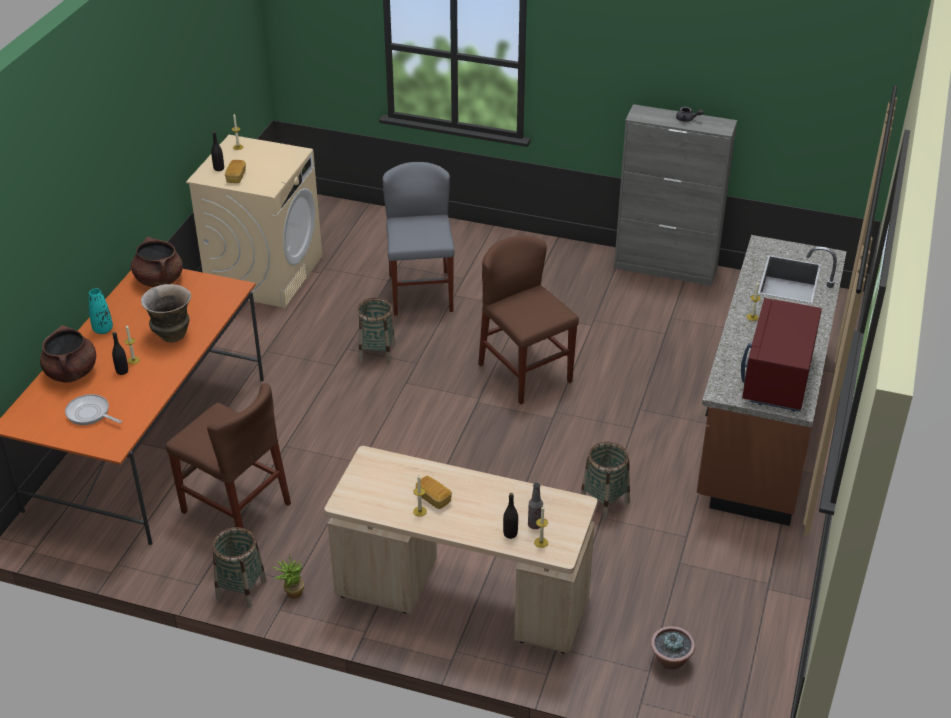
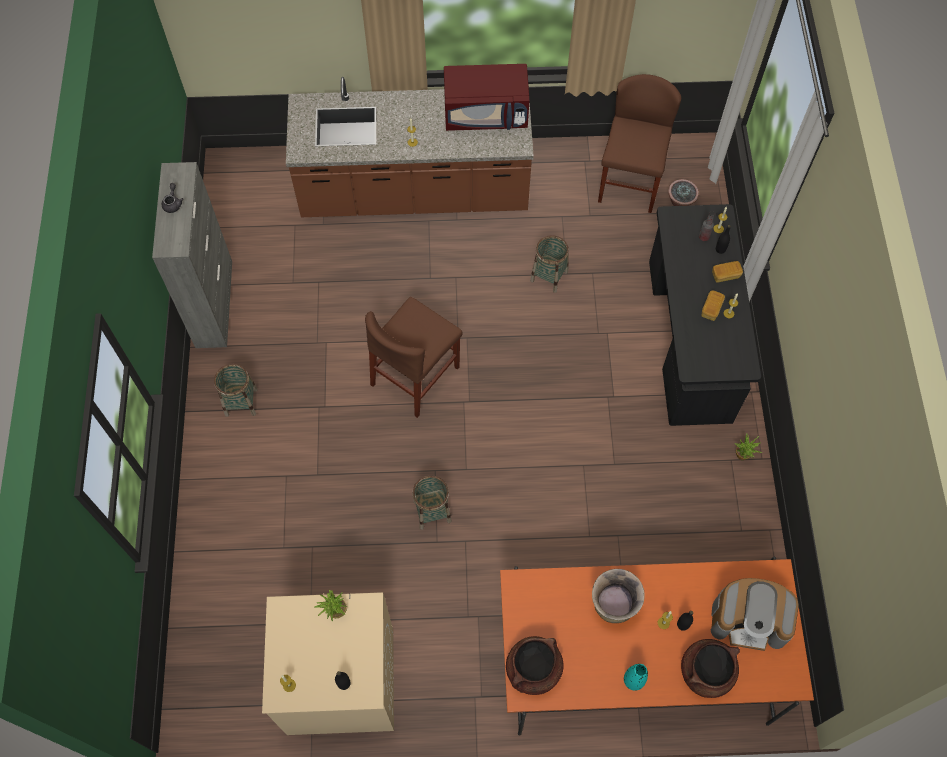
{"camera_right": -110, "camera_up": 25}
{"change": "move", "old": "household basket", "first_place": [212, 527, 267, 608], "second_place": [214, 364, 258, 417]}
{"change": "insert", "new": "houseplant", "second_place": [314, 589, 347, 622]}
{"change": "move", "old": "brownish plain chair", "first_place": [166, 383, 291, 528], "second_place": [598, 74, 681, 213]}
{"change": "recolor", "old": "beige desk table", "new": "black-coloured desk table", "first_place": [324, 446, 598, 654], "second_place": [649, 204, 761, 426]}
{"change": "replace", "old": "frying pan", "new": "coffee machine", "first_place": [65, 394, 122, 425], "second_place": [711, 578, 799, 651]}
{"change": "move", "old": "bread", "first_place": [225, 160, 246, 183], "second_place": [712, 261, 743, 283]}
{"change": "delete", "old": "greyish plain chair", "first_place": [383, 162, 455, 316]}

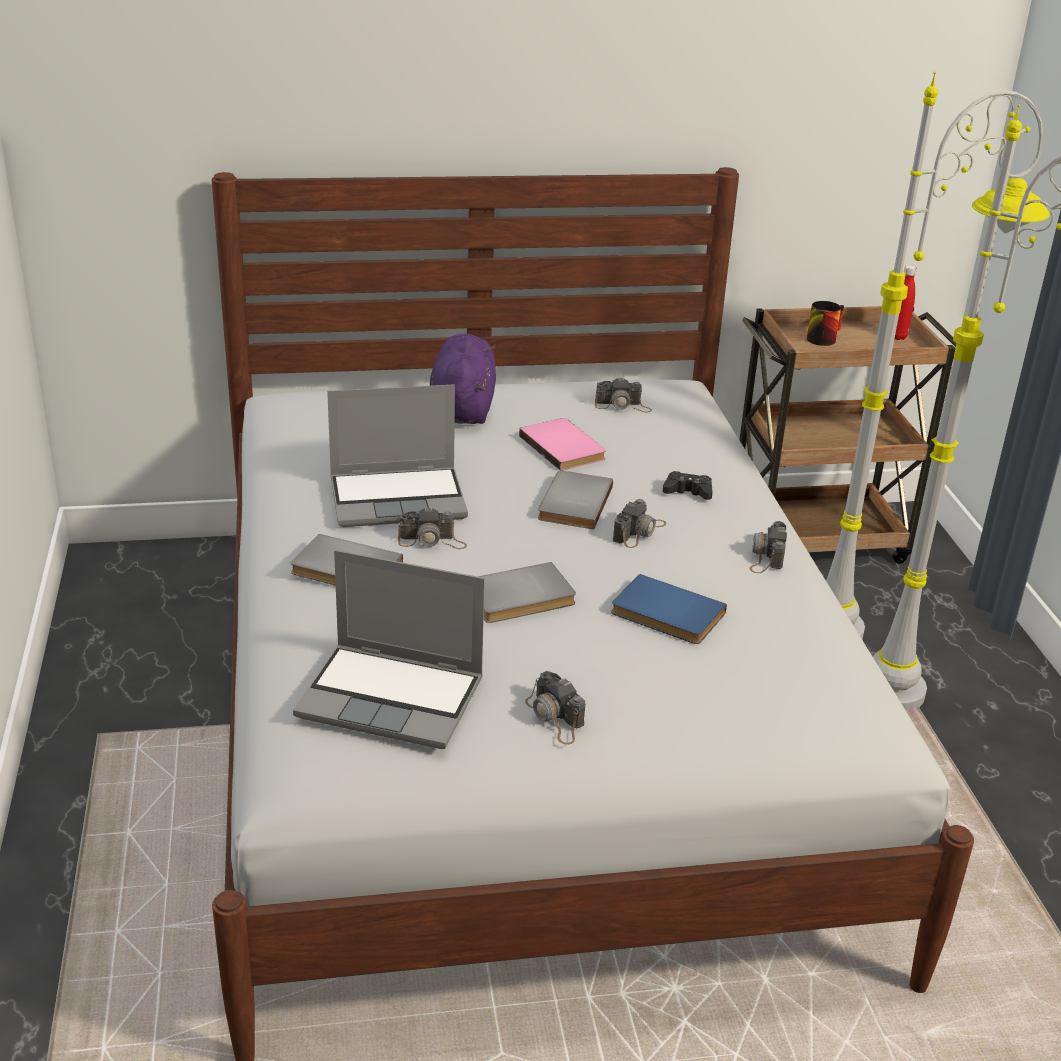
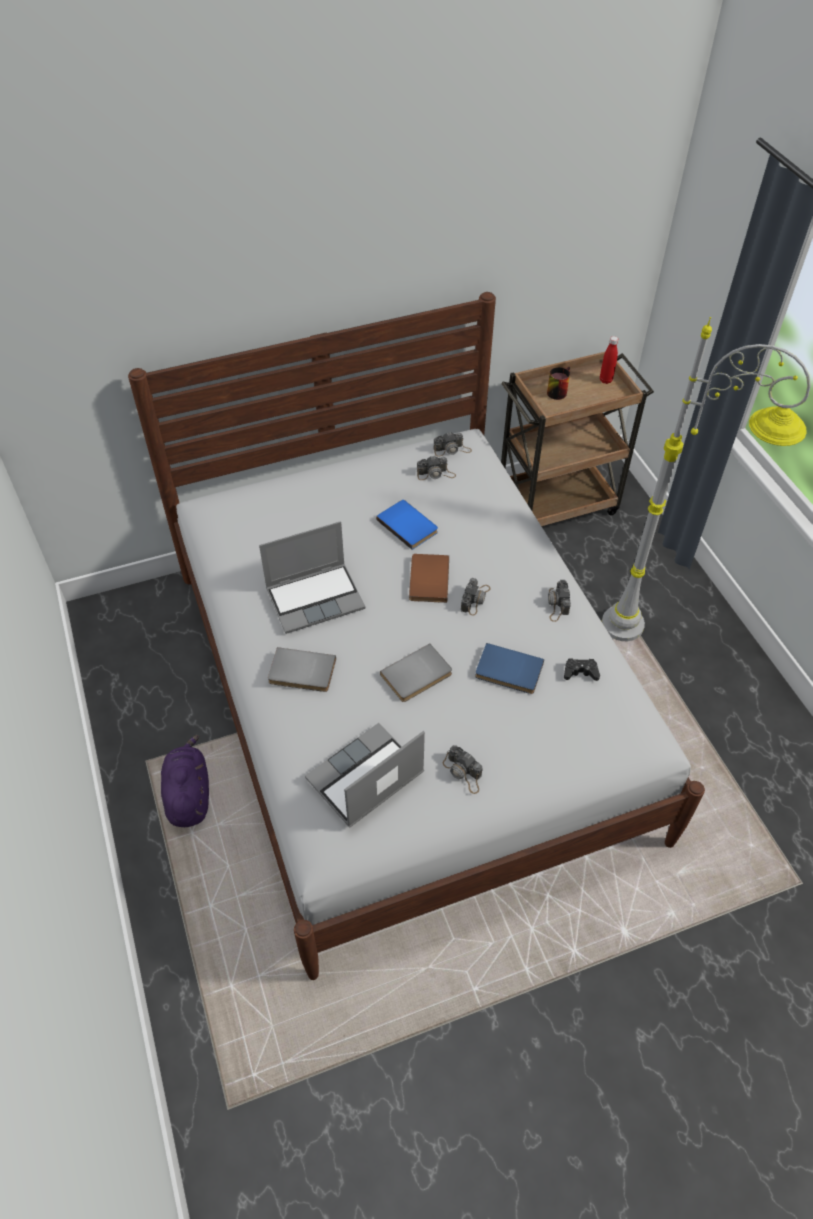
{"camera_right": -10, "camera_up": 20}
{"change": "move", "old": "purple cuddly toy", "first_place": [430, 334, 496, 424], "second_place": [161, 735, 209, 827]}
{"change": "rotate", "old": "portable computer", "first_place": [293, 550, 485, 749], "second_place": [305, 723, 425, 828], "degrees": 135}
{"change": "recolor", "old": "pink-coloured book", "new": "blue-coloured book", "first_place": [519, 418, 606, 471], "second_place": [376, 500, 438, 550]}
{"change": "recolor", "old": "greyish book", "new": "brownish book", "first_place": [538, 470, 613, 529], "second_place": [409, 554, 449, 603]}
{"change": "move", "old": "still camera", "first_place": [398, 507, 467, 549], "second_place": [433, 432, 472, 456]}
{"change": "move", "old": "black-coloured joypad", "first_place": [662, 471, 713, 500], "second_place": [564, 658, 600, 681]}
{"change": "delete", "old": "greyish standing lamp", "first_place": [826, 71, 1050, 639]}

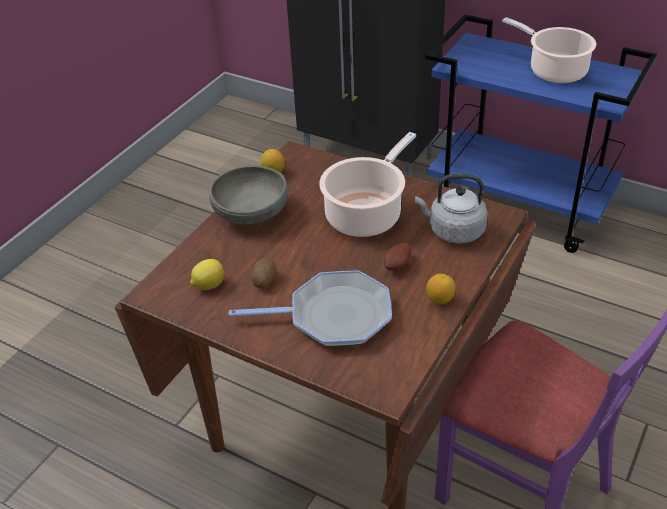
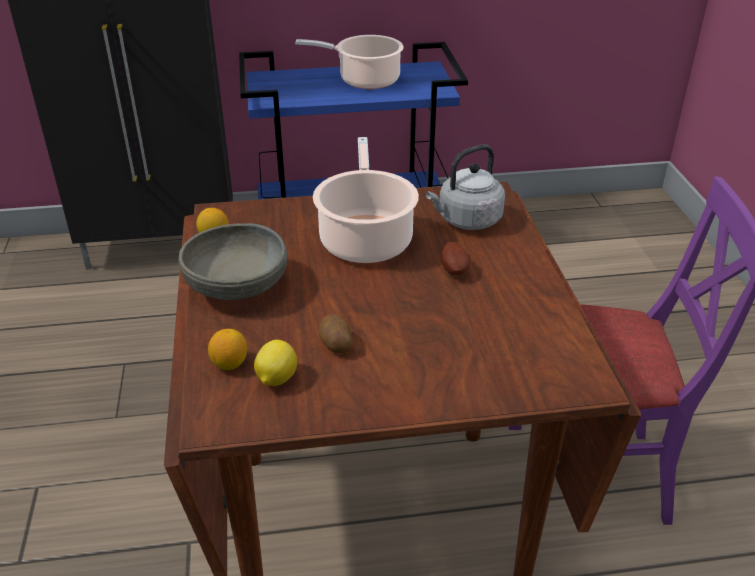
{"camera_right": -40, "camera_up": -5}
{"change": "move", "old": "citrus fruit", "first_place": [426, 274, 456, 304], "second_place": [208, 329, 247, 370]}
{"change": "delete", "old": "frying pan", "first_place": [229, 270, 392, 346]}

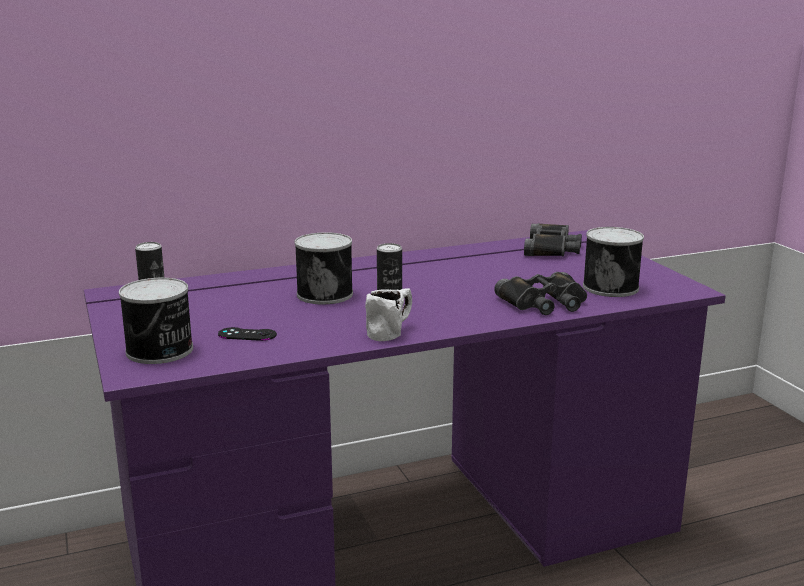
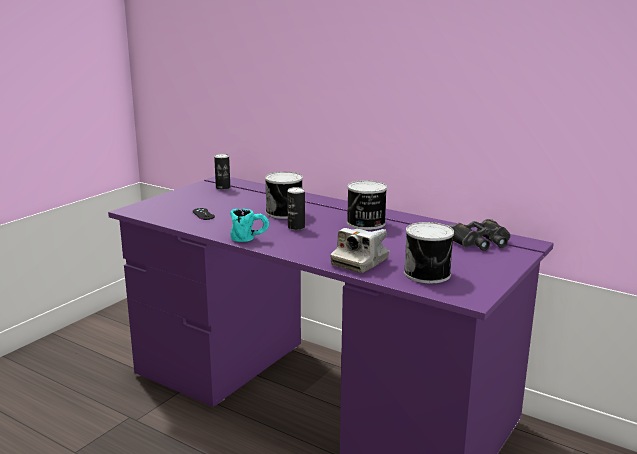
{"camera_right": 55, "camera_up": 0}
{"change": "recolor", "old": "white mug", "new": "turquoise mug", "first_place": [365, 288, 412, 341], "second_place": [230, 209, 269, 242]}
{"change": "replace", "old": "black-coloured binoculars", "new": "still camera", "first_place": [494, 272, 587, 315], "second_place": [330, 228, 389, 273]}
{"change": "move", "old": "can", "first_place": [119, 278, 193, 364], "second_place": [347, 180, 387, 230]}

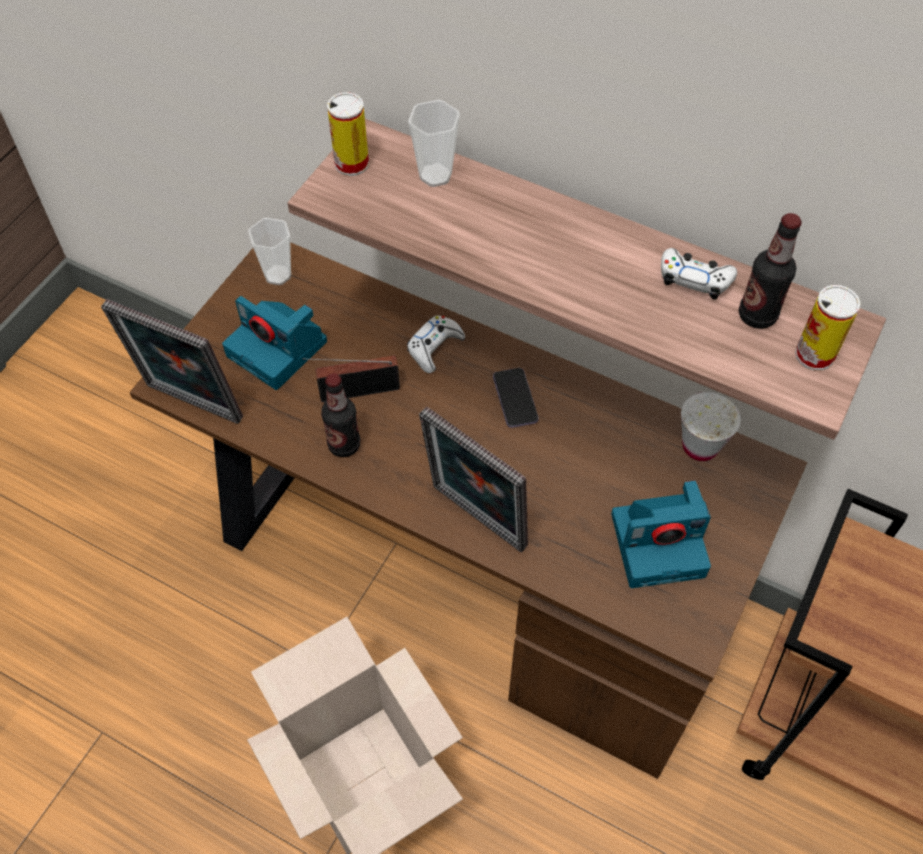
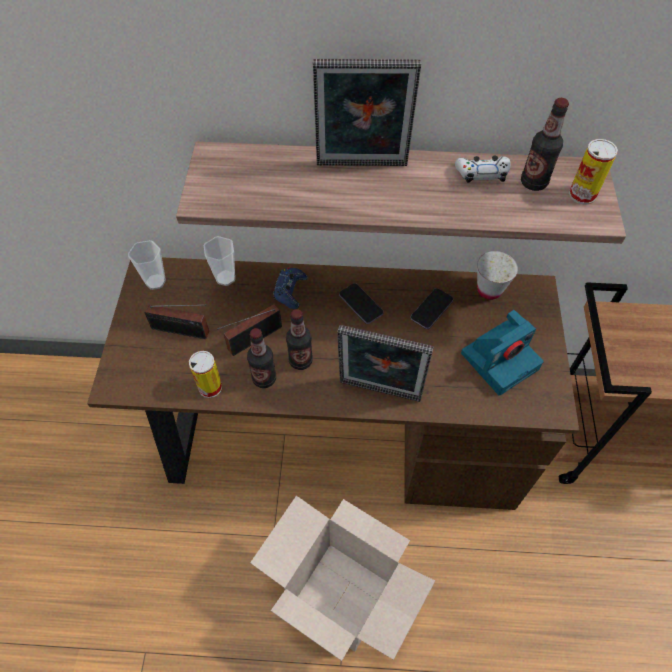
{"camera_right": -25, "camera_up": 0}
{"change": "replace", "old": "still camera", "new": "radio set", "first_place": [222, 296, 327, 390], "second_place": [145, 304, 209, 339]}
{"change": "move", "old": "can", "first_place": [327, 92, 369, 176], "second_place": [189, 351, 222, 398]}
{"change": "move", "old": "drinking cup", "first_place": [408, 100, 460, 187], "second_place": [204, 236, 235, 286]}
{"change": "recolor", "old": "white joypad", "new": "blue-coloured joypad", "first_place": [407, 315, 465, 373], "second_place": [273, 267, 307, 309]}
{"change": "insert", "new": "drink bottle", "second_place": [286, 309, 313, 370]}
{"change": "move", "old": "photo frame", "first_place": [101, 299, 243, 424], "second_place": [313, 59, 421, 166]}
{"change": "insert", "new": "telephone", "second_place": [410, 288, 454, 329]}

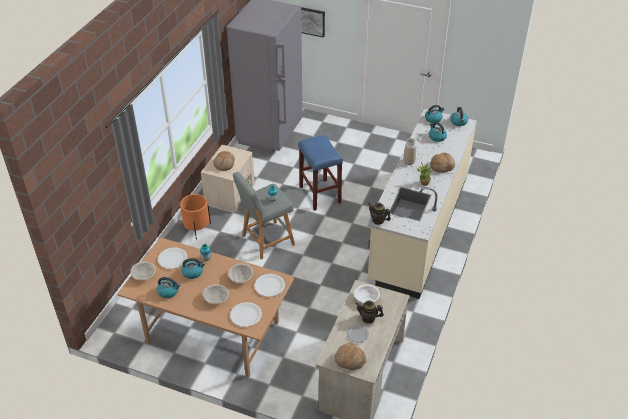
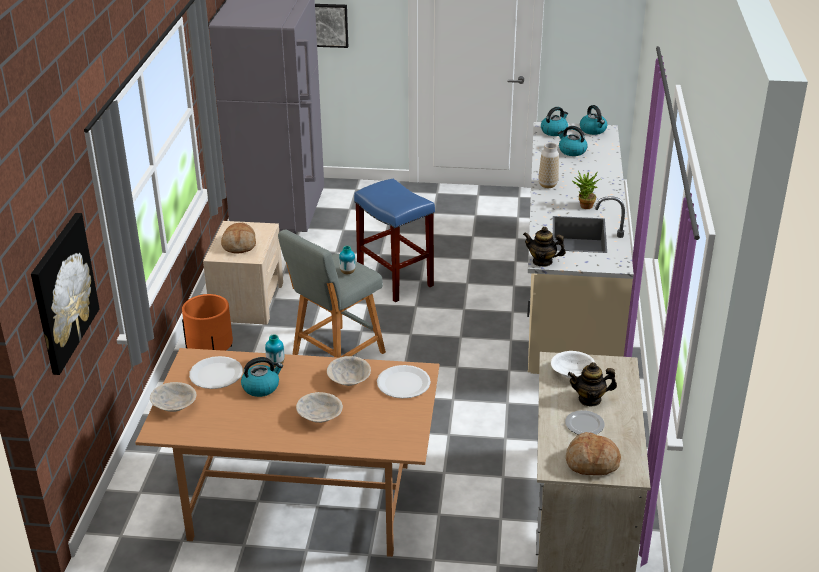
{"camera_right": -15, "camera_up": -10}
{"change": "insert", "new": "wall picture", "second_place": [31, 213, 100, 375]}
{"change": "delete", "old": "tea kettle", "first_place": [157, 277, 181, 298]}
{"change": "delete", "old": "white plate", "first_place": [230, 302, 262, 327]}
{"change": "delete", "old": "bread", "first_place": [430, 152, 455, 173]}

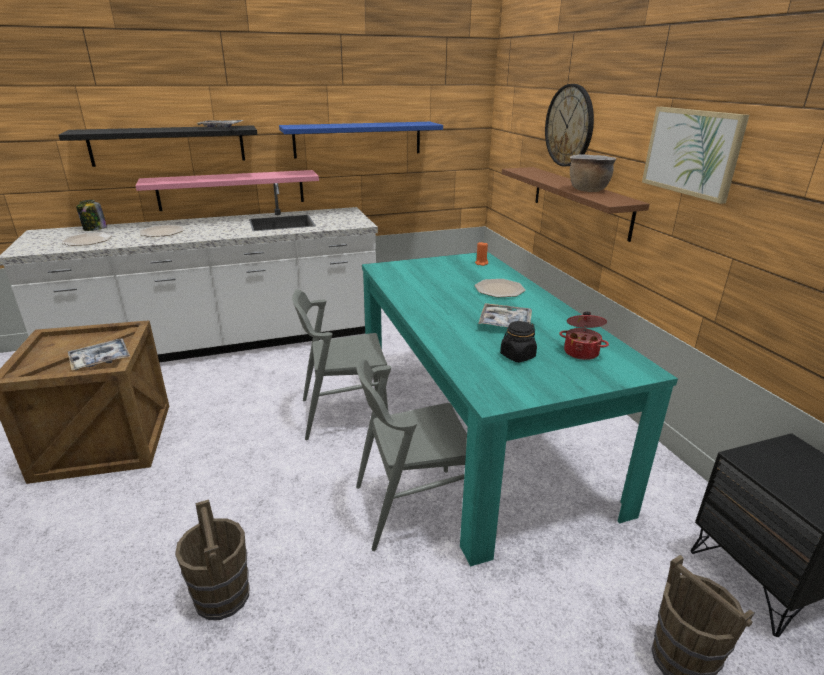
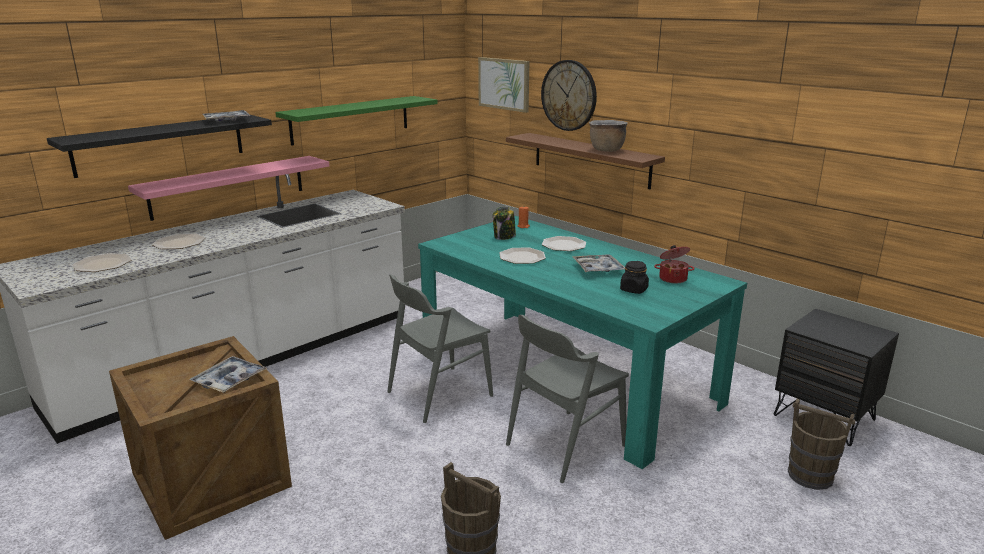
{"camera_right": -25, "camera_up": -5}
{"change": "recolor", "old": "blue-coloured wall shelf", "new": "green-coloured wall shelf", "first_place": [279, 122, 443, 159], "second_place": [275, 96, 438, 146]}
{"change": "move", "old": "wall picture", "first_place": [642, 107, 749, 204], "second_place": [478, 57, 529, 113]}
{"change": "move", "old": "preserve jar", "first_place": [76, 200, 107, 231], "second_place": [493, 207, 516, 240]}
{"change": "insert", "new": "plate", "second_place": [499, 248, 546, 264]}

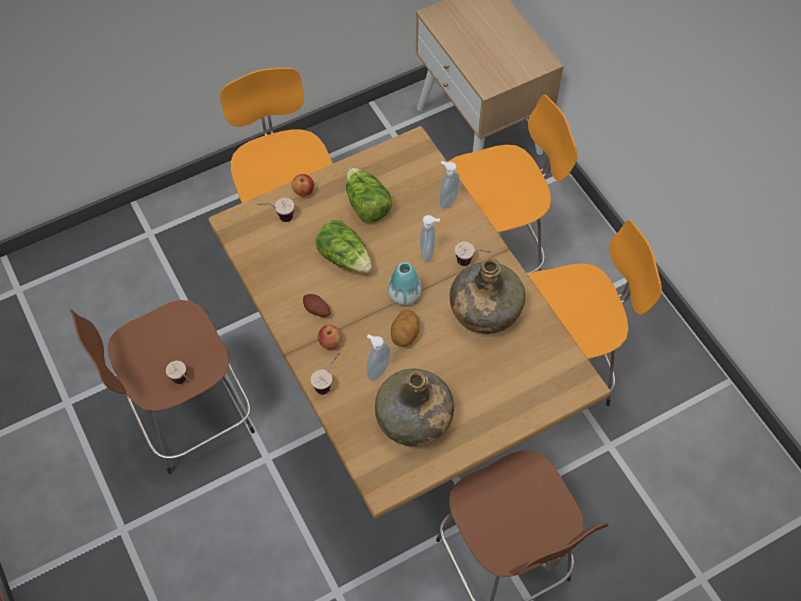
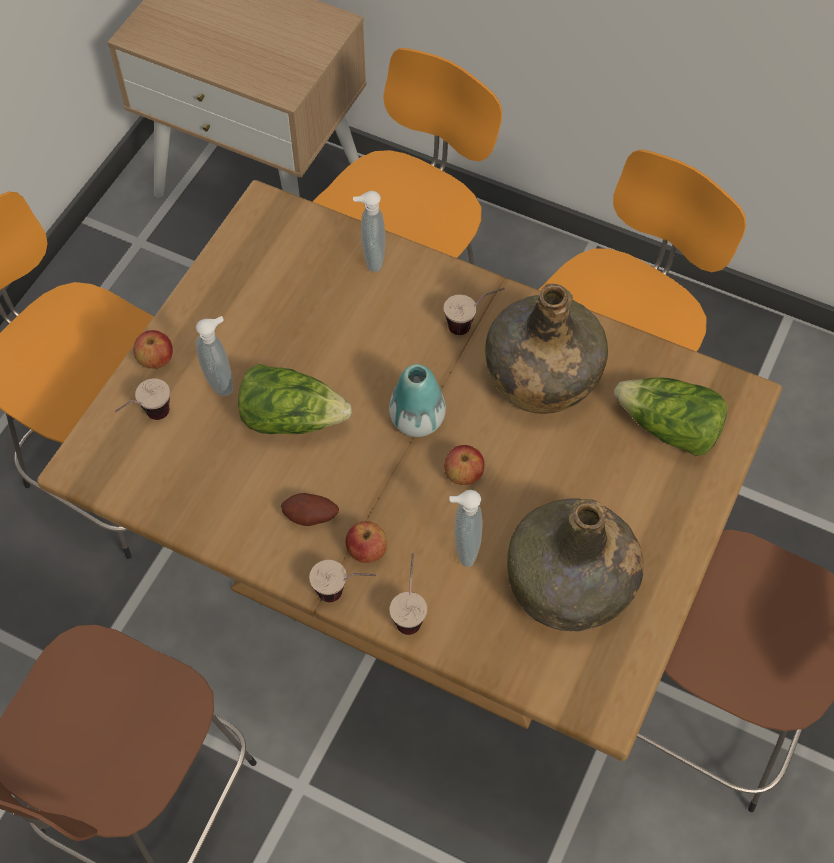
{"camera_right": -35, "camera_up": 0}
{"change": "move", "old": "soap bottle", "first_place": [420, 215, 440, 262], "second_place": [196, 316, 233, 397]}
{"change": "move", "old": "drinking cup", "first_place": [166, 361, 191, 384], "second_place": [309, 560, 376, 602]}
{"change": "replace", "old": "potato", "new": "whole apple", "first_place": [391, 310, 419, 347], "second_place": [444, 445, 484, 485]}
{"change": "move", "old": "lettuce", "first_place": [346, 167, 392, 223], "second_place": [614, 377, 727, 456]}

